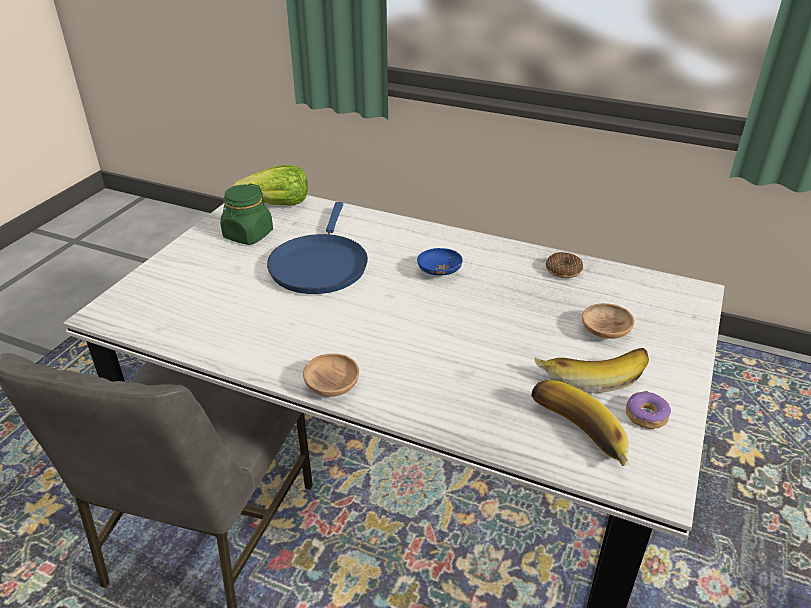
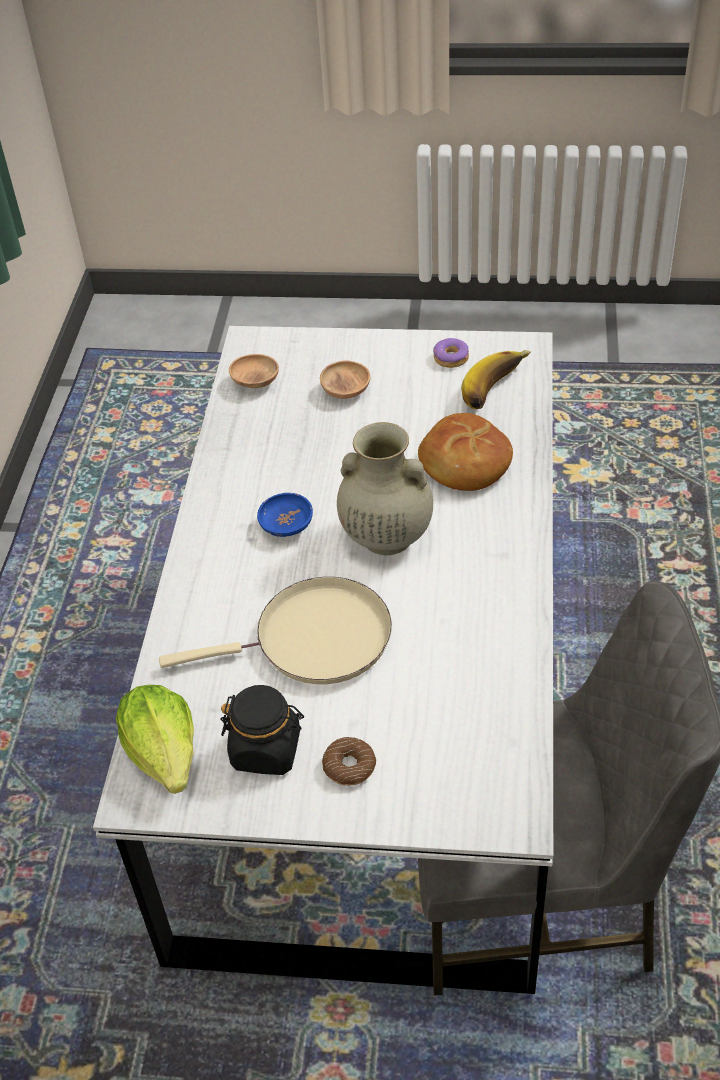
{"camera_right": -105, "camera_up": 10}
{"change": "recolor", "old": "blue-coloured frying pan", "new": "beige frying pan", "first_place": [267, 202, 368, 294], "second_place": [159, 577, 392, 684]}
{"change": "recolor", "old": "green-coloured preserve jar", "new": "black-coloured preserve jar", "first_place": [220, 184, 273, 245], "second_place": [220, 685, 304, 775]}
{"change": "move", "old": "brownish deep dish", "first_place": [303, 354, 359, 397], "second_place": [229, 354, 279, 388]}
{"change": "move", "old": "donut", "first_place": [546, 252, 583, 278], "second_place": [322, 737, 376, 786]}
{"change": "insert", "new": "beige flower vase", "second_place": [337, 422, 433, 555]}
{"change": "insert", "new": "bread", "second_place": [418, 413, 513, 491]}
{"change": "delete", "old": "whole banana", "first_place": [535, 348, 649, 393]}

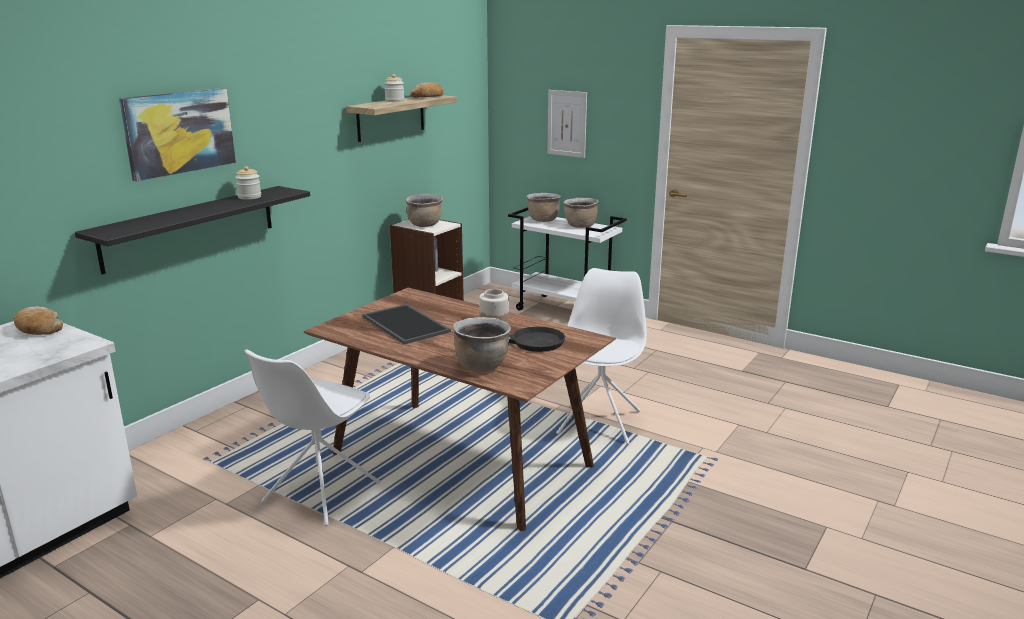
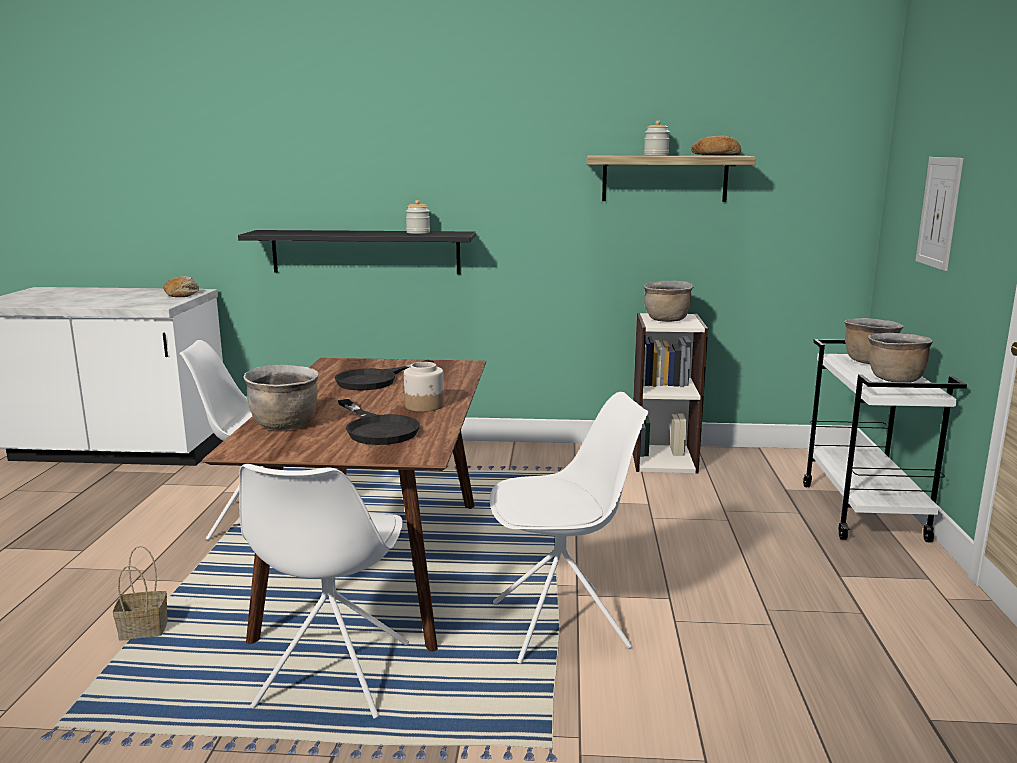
{"camera_right": 60, "camera_up": -5}
{"change": "insert", "new": "household basket", "second_place": [113, 546, 168, 641]}
{"change": "insert", "new": "white plain chair", "second_place": [239, 464, 409, 719]}
{"change": "replace", "old": "tray", "new": "black-coloured frying pan", "first_place": [363, 304, 451, 344], "second_place": [335, 360, 434, 390]}
{"change": "delete", "old": "wall picture", "first_place": [119, 88, 236, 182]}

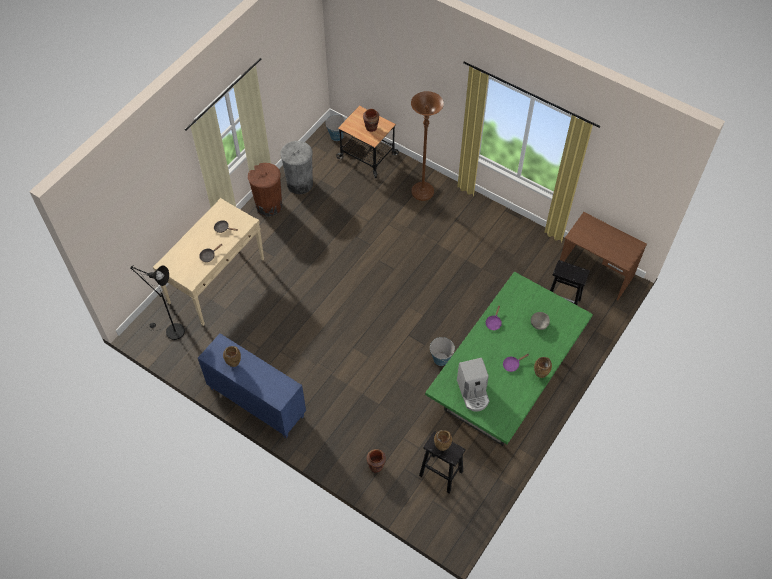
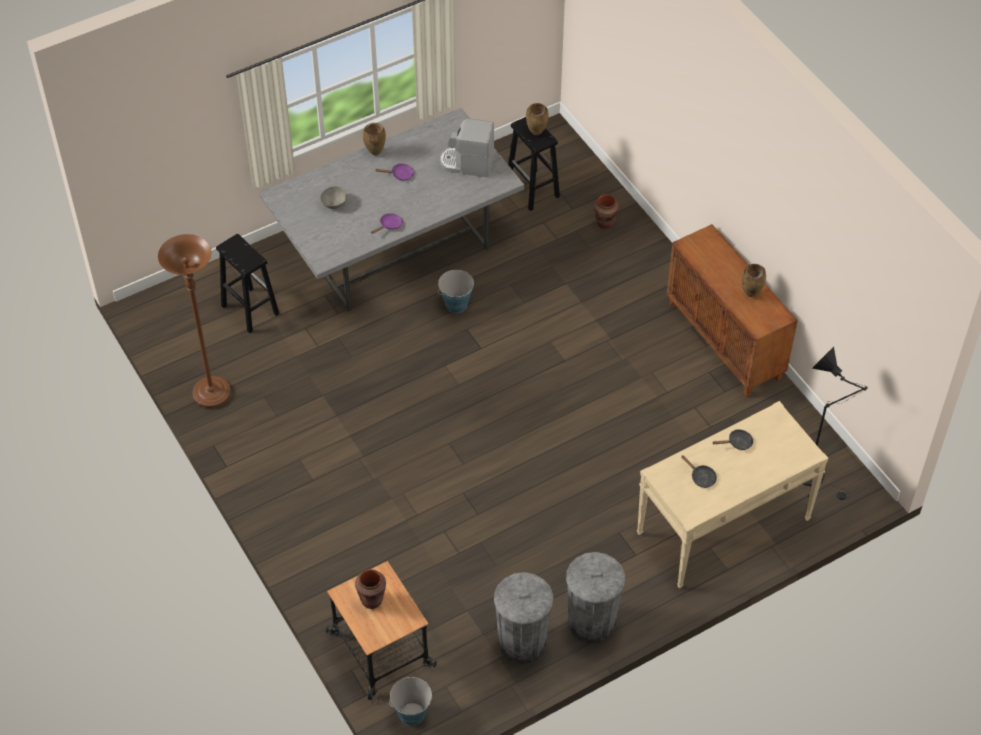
{"camera_right": -155, "camera_up": -5}
{"change": "move", "old": "brownish standing lamp", "first_place": [411, 91, 444, 201], "second_place": [158, 234, 231, 408]}
{"change": "recolor", "old": "green-coloured kitchen table", "new": "greyish kitchen table", "first_place": [425, 272, 593, 446], "second_place": [259, 108, 524, 312]}
{"change": "rotate", "old": "coffee machine", "first_place": [457, 358, 489, 411], "second_place": [440, 118, 494, 177], "degrees": -90}
{"change": "recolor", "old": "brownish rubbish bin", "new": "greyish rubbish bin", "first_place": [248, 163, 282, 217], "second_place": [566, 552, 625, 643]}
{"change": "recolor", "old": "blue-coloured storage cabinet", "new": "brownish storage cabinet", "first_place": [198, 333, 306, 438], "second_place": [667, 224, 798, 397]}
{"change": "delete", "old": "brownish desk table", "first_place": [560, 212, 647, 300]}

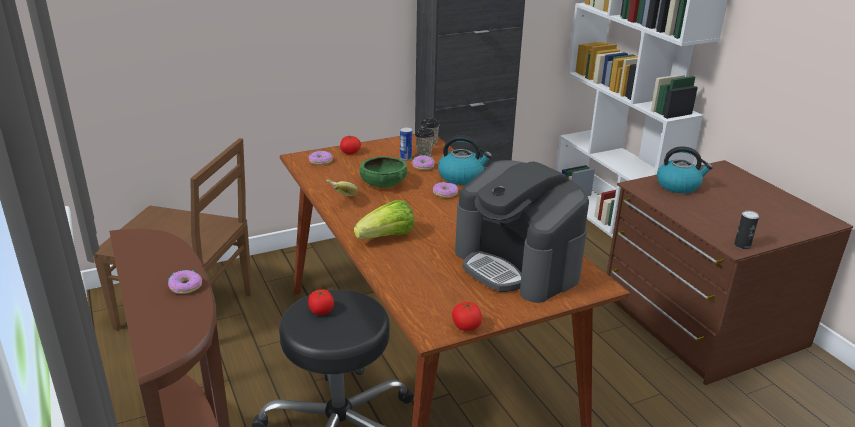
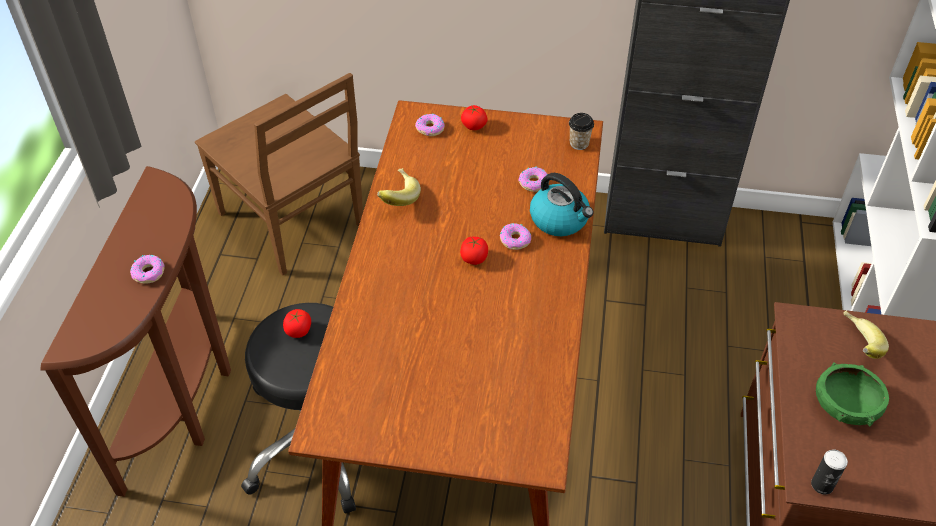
{"camera_right": 35, "camera_up": 20}
{"change": "move", "old": "whole tomato", "first_place": [452, 302, 482, 331], "second_place": [460, 237, 488, 265]}
{"change": "move", "old": "green-coloured deep dish", "first_place": [359, 156, 407, 187], "second_place": [816, 362, 889, 426]}
{"change": "replace", "old": "tea kettle", "new": "whole banana", "first_place": [657, 146, 713, 193], "second_place": [844, 311, 889, 359]}
{"change": "delete", "old": "lettuce", "first_place": [354, 200, 414, 239]}
{"change": "delete", "old": "can", "first_place": [400, 127, 412, 161]}
{"change": "delete", "old": "drinking cup", "first_place": [415, 128, 434, 156]}
{"change": "delete", "old": "coffee machine", "first_place": [455, 160, 589, 303]}

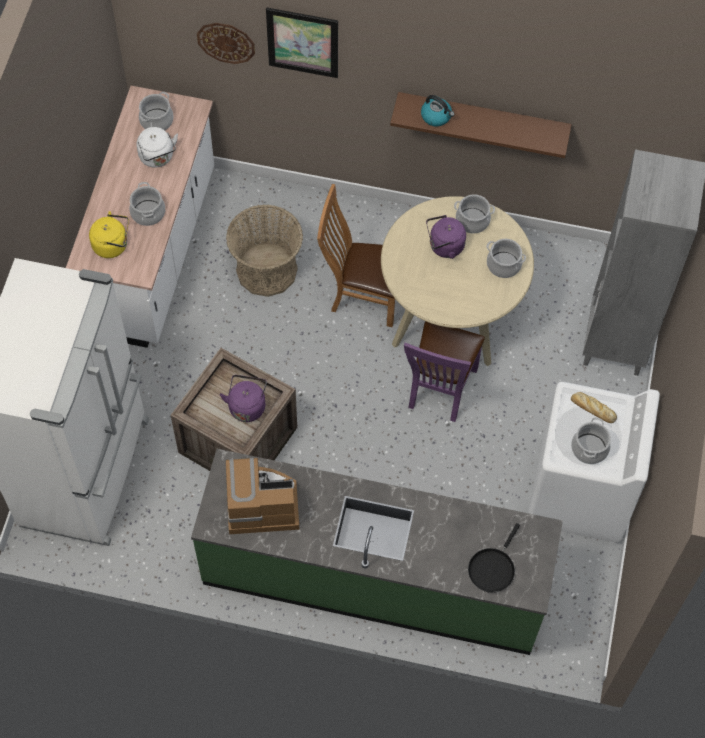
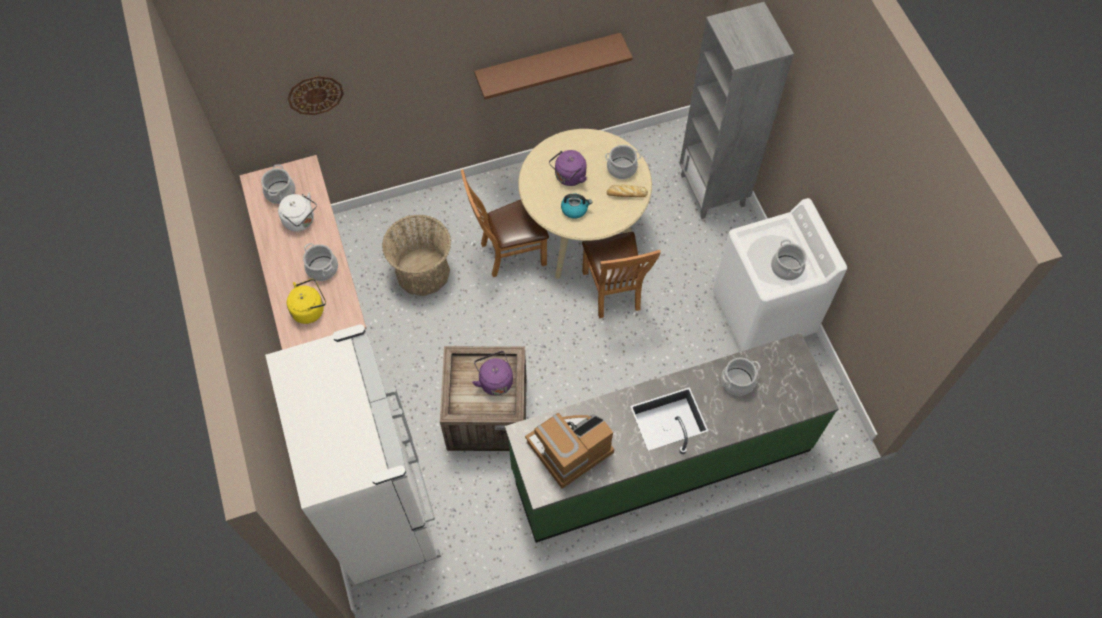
{"camera_right": -30, "camera_up": 0}
{"change": "move", "old": "tea kettle", "first_place": [421, 95, 454, 126], "second_place": [561, 194, 592, 219]}
{"change": "recolor", "old": "purple plain chair", "new": "brownish plain chair", "first_place": [404, 321, 485, 422], "second_place": [582, 232, 661, 318]}
{"change": "move", "old": "bread", "first_place": [571, 392, 617, 423], "second_place": [607, 185, 648, 197]}
{"change": "move", "old": "stockpot", "first_place": [454, 194, 495, 234], "second_place": [721, 358, 761, 396]}
{"change": "delete", "old": "wall picture", "first_place": [266, 7, 338, 78]}
{"change": "delete", "old": "black-coloured frying pan", "first_place": [468, 523, 520, 593]}

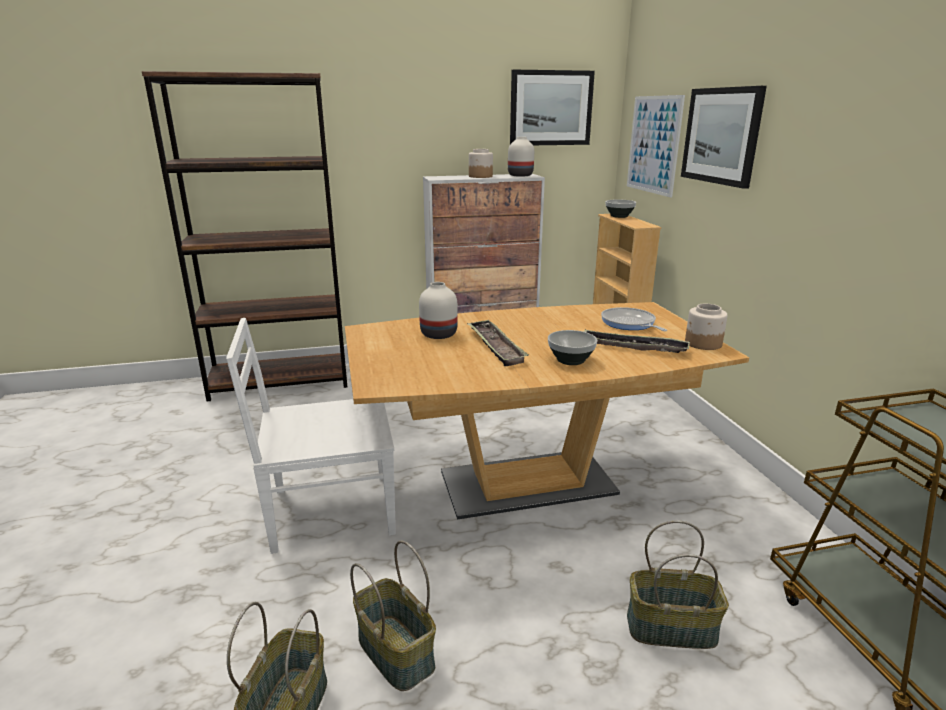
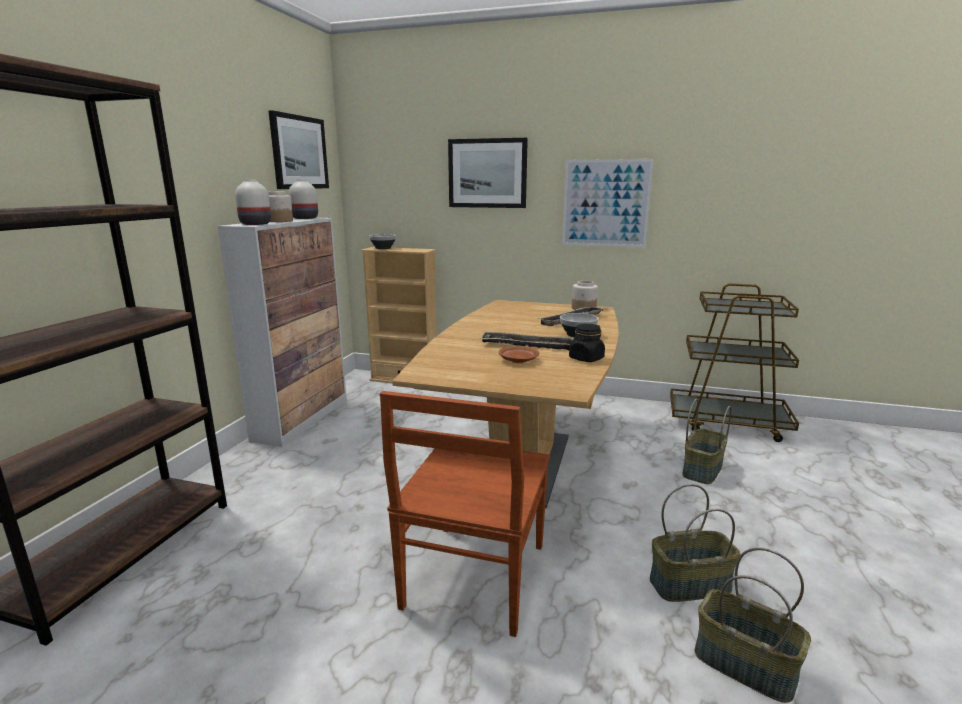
{"camera_right": -60, "camera_up": -5}
{"change": "move", "old": "white flower vase", "first_place": [419, 282, 458, 339], "second_place": [235, 179, 271, 225]}
{"change": "recolor", "old": "white plain chair", "new": "brownish plain chair", "first_place": [226, 318, 396, 554], "second_place": [380, 391, 550, 637]}
{"change": "insert", "new": "brownish plate", "second_place": [499, 346, 539, 363]}
{"change": "move", "old": "wall picture", "first_place": [627, 95, 685, 197], "second_place": [562, 159, 654, 248]}
{"change": "insert", "new": "black-coloured preserve jar", "second_place": [569, 324, 605, 362]}
{"change": "delete", "old": "frying pan", "first_place": [601, 307, 667, 331]}

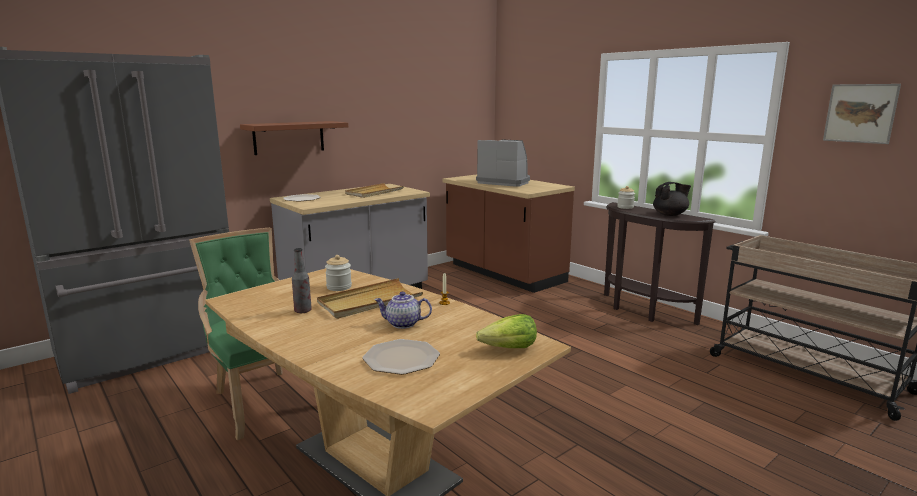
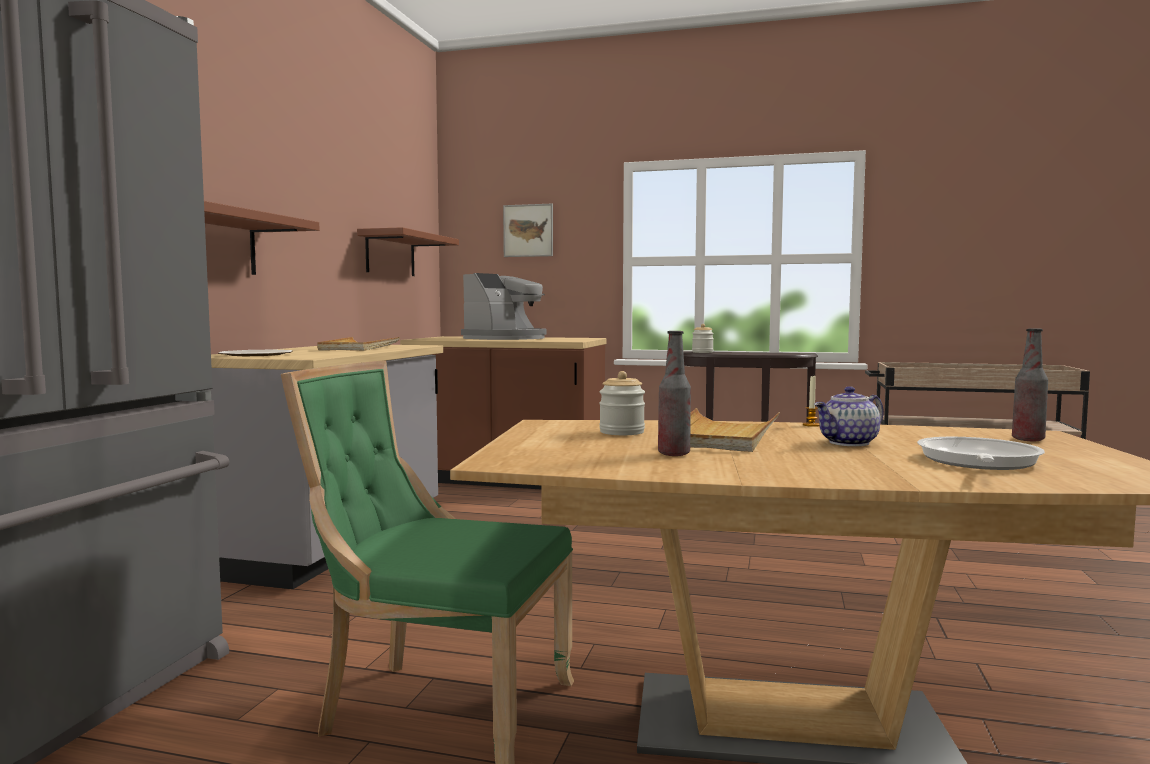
{"camera_right": -35, "camera_up": -10}
{"change": "insert", "new": "brownish wall shelf", "second_place": [357, 227, 459, 276]}
{"change": "rotate", "old": "coffee machine", "first_place": [476, 140, 530, 187], "second_place": [461, 273, 546, 340], "degrees": 135}
{"change": "move", "old": "wall picture", "first_place": [823, 84, 901, 144], "second_place": [503, 204, 553, 257]}
{"change": "replace", "old": "plate", "new": "frying pan", "first_place": [362, 339, 440, 375], "second_place": [917, 437, 1045, 470]}
{"change": "replace", "old": "lettuce", "new": "drink bottle", "first_place": [476, 314, 537, 348], "second_place": [1012, 328, 1048, 441]}
{"change": "delete", "old": "black-coloured tea pot", "first_place": [653, 182, 691, 216]}

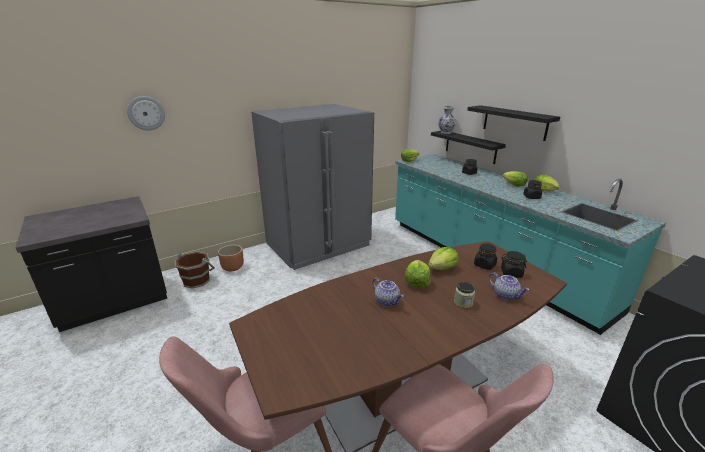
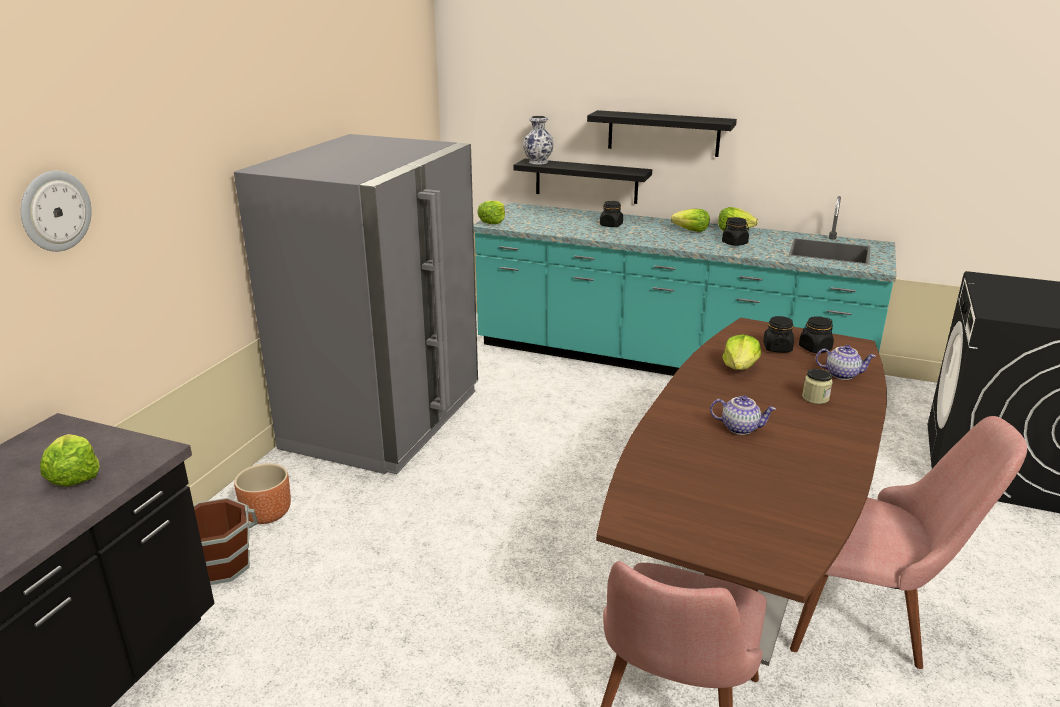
{"camera_right": -35, "camera_up": 0}
{"change": "move", "old": "lettuce", "first_place": [404, 260, 431, 288], "second_place": [40, 434, 100, 486]}

